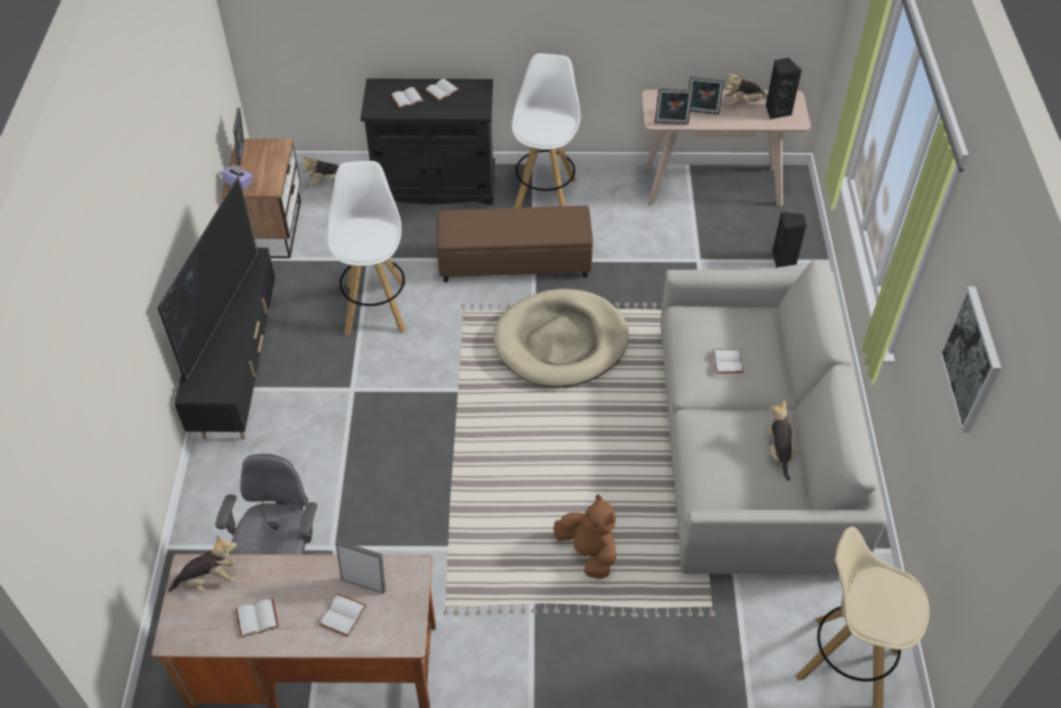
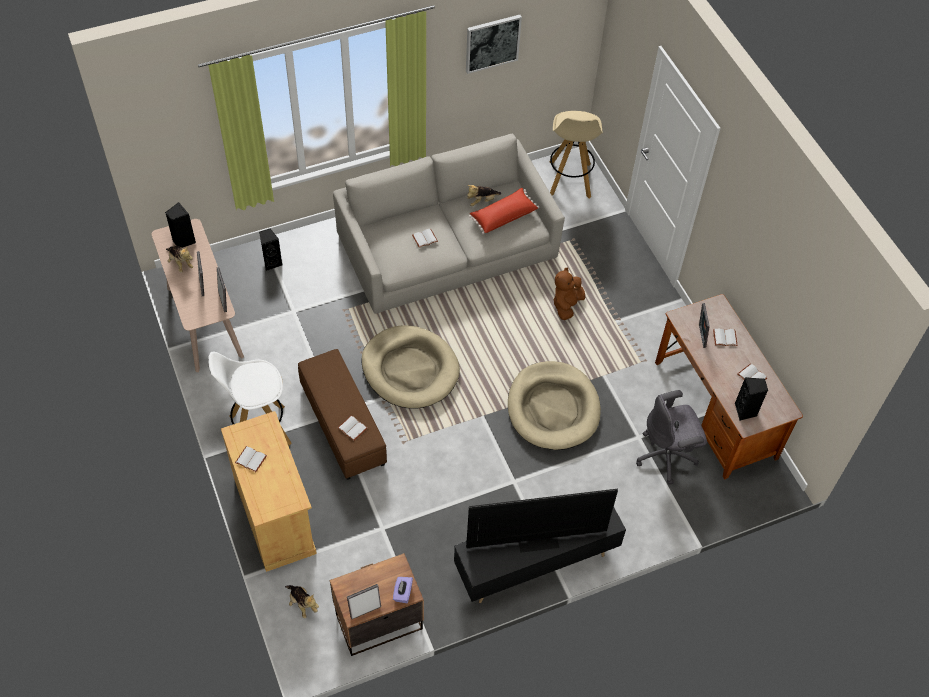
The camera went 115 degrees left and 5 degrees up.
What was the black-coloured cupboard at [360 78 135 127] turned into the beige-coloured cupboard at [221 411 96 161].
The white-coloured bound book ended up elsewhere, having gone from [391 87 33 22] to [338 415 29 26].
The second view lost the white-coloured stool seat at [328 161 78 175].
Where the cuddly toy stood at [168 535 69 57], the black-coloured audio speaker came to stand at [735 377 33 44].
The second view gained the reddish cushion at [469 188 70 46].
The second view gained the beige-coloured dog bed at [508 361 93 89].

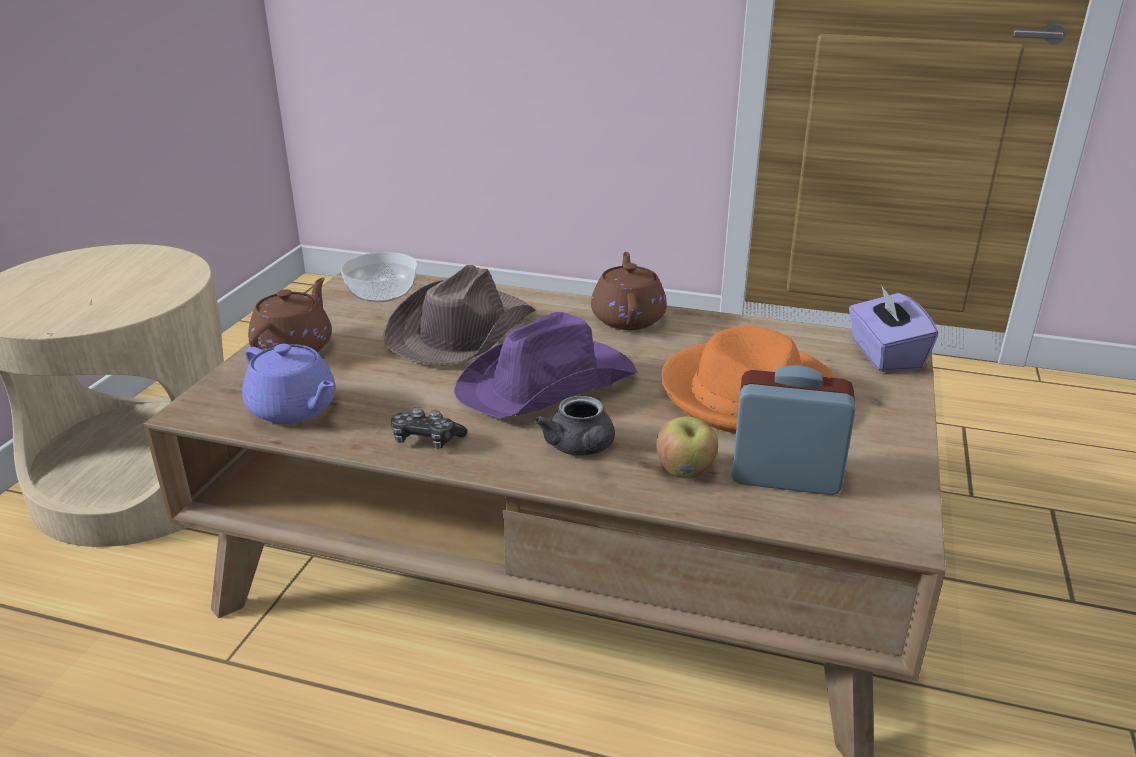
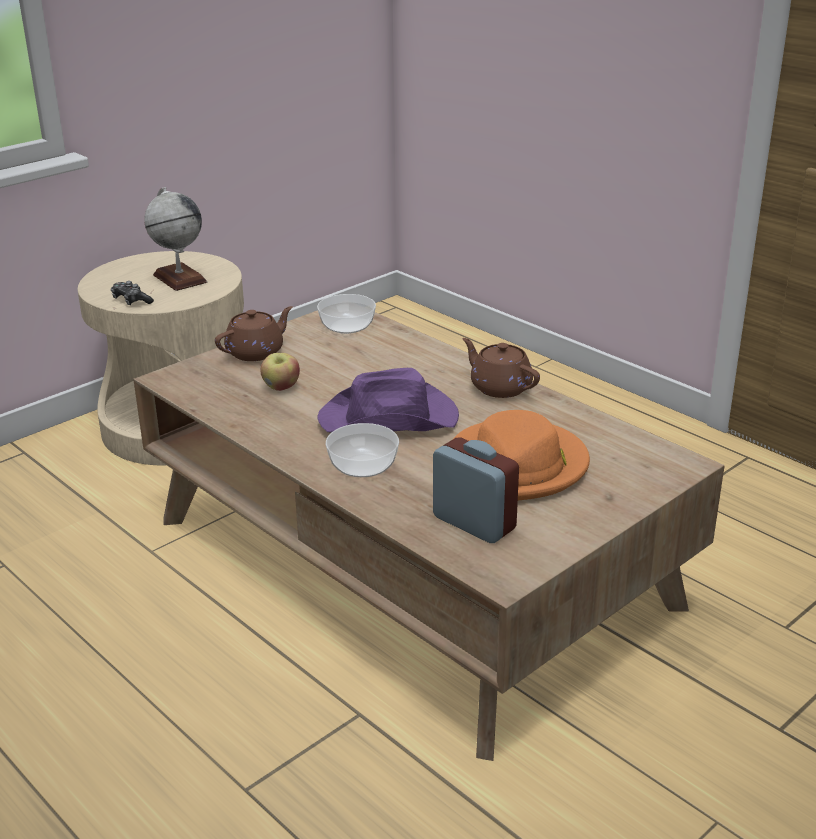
The camera went 30 degrees right and 0 degrees up.
The brown pot for tea at [591 252 76 78] ended up facing another way, 75 degrees counterclockwise from before.
The second view lost the brown clothing hat at [383 265 153 100].
The second view lost the purplish box of tissues at [849 285 89 87].
The second view lost the purplish pot for tea at [242 344 94 80].
Where the greyish pot for tea stood at [535 396 80 60], the deep dish came to stand at [326 423 73 54].
The game controller ended up elsewhere, having gone from [391 407 76 42] to [111 281 43 24].
The whole apple ended up elsewhere, having gone from [656 416 62 63] to [260 353 40 38].
The second view gained the world globe at [144 187 63 104].

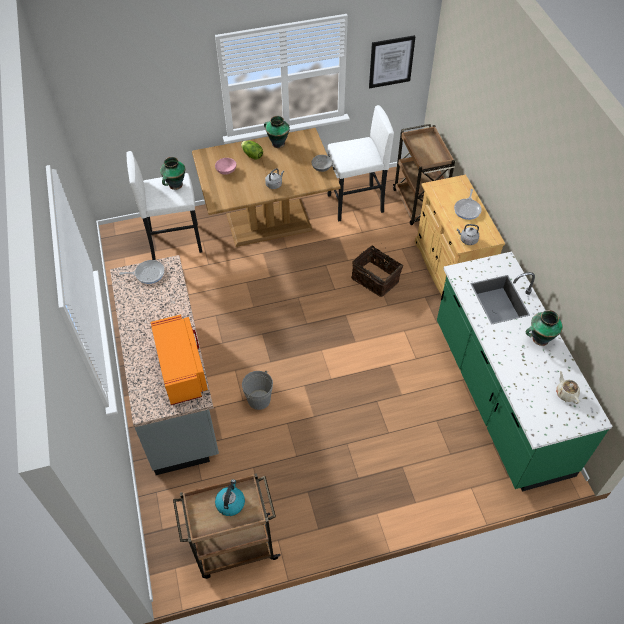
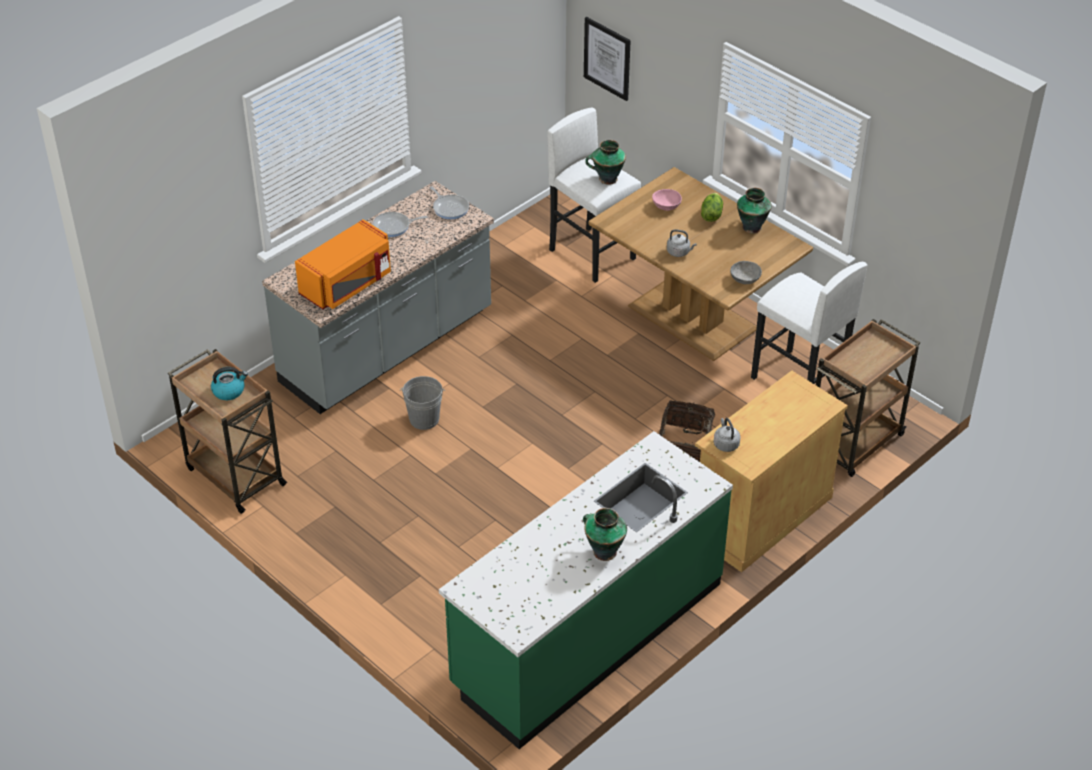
The camera went 60 degrees right and 10 degrees down.
The wall art ended up elsewhere, having gone from [369 35 47 53] to [584 17 47 84].
The skillet ended up elsewhere, having gone from [454 189 28 31] to [373 212 55 25].
The second view lost the beige-coloured pot for tea at [556 371 24 33].

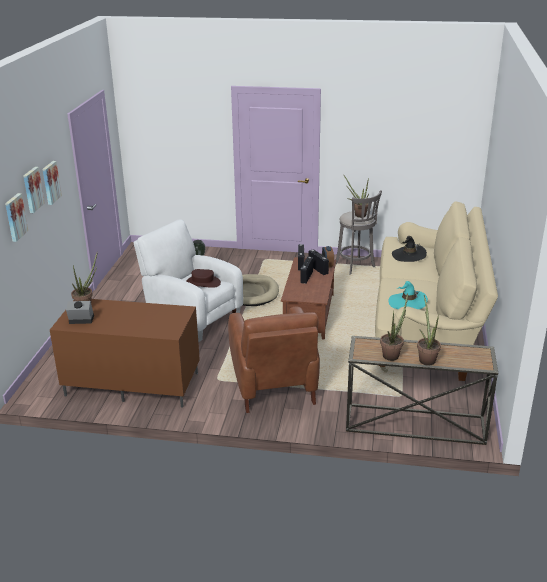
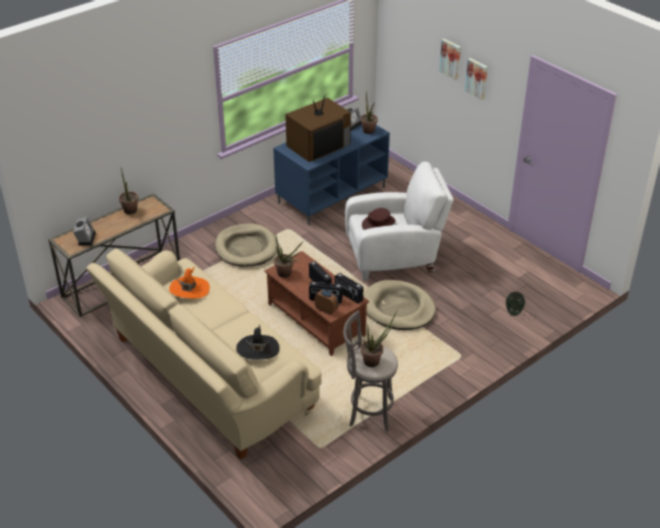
The camera went 130 degrees right and 10 degrees up.
The second view lost the wall art at [5 193 23 49].
What was the turquoise clothing hat at [388 281 40 28] turned into the orange clothing hat at [169 266 41 33].
The plant in a pot ended up elsewhere, having gone from [417 295 24 71] to [274 233 29 45].
What was the brown tv stand at [50 299 150 108] turned into the blue-coloured tv stand at [273 116 117 109].
Where the brown easy chair stood at [228 307 92 106], the beige-coloured dog bed came to stand at [215 224 63 43].
The second view gained the television at [285 95 66 67].
The second view gained the alarm clock at [73 217 23 29].

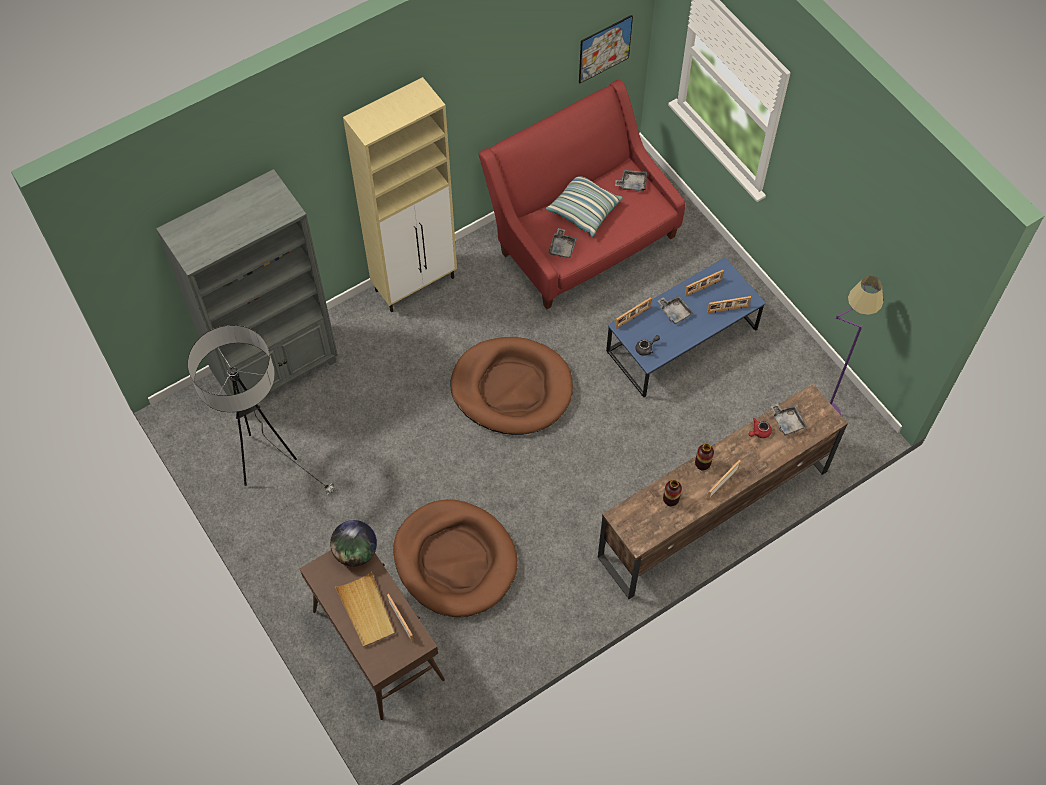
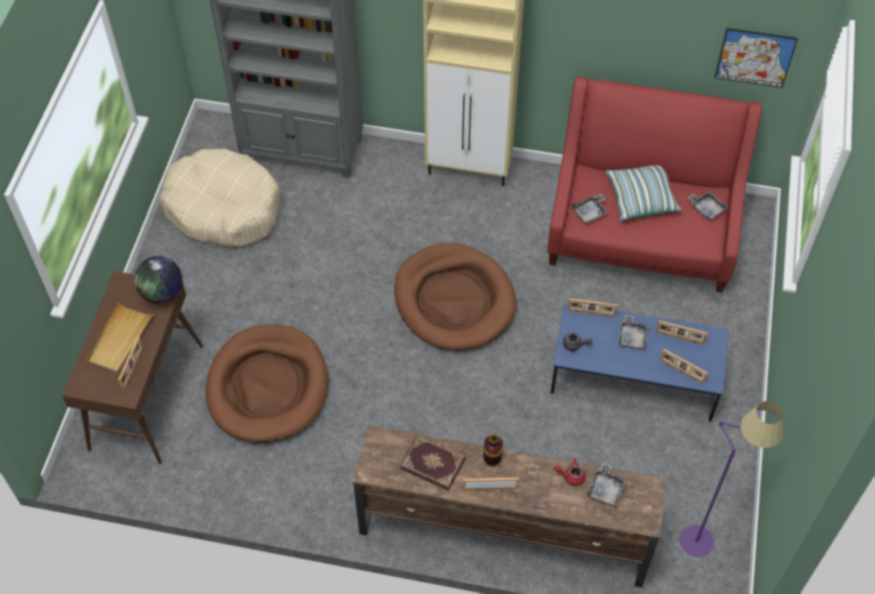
The camera went 45 degrees right and 5 degrees down.
Where the standing lamp stood at [187 325 149 170], the beige-coloured dog bed came to stand at [159 149 121 98].
Where the decorative vase stood at [663 480 19 26], the bound book came to stand at [400 436 66 55].

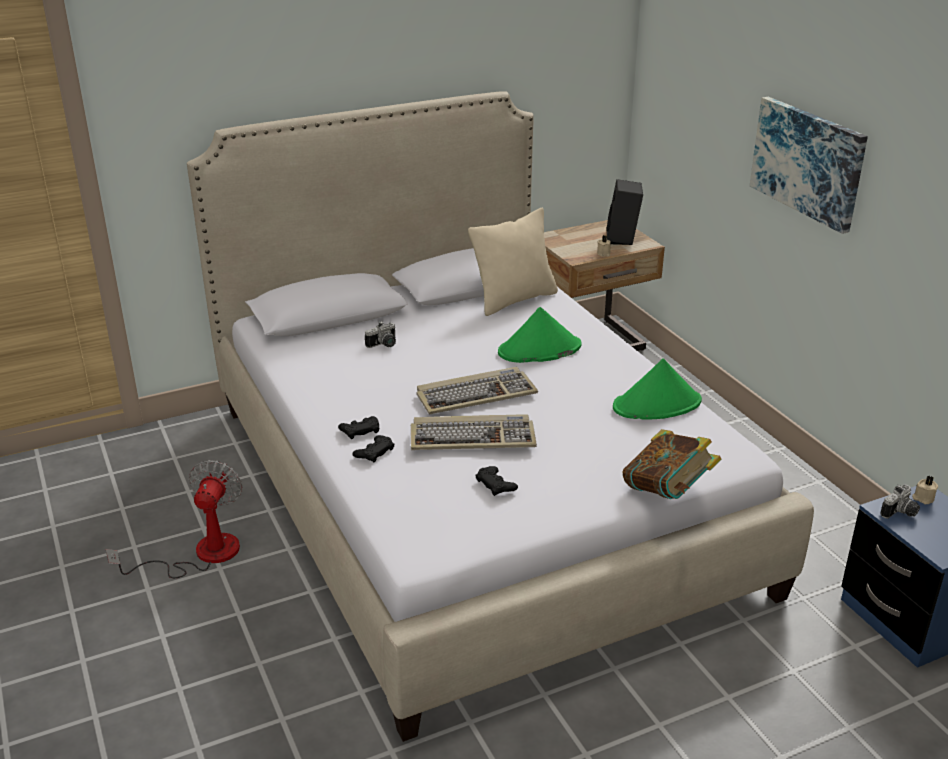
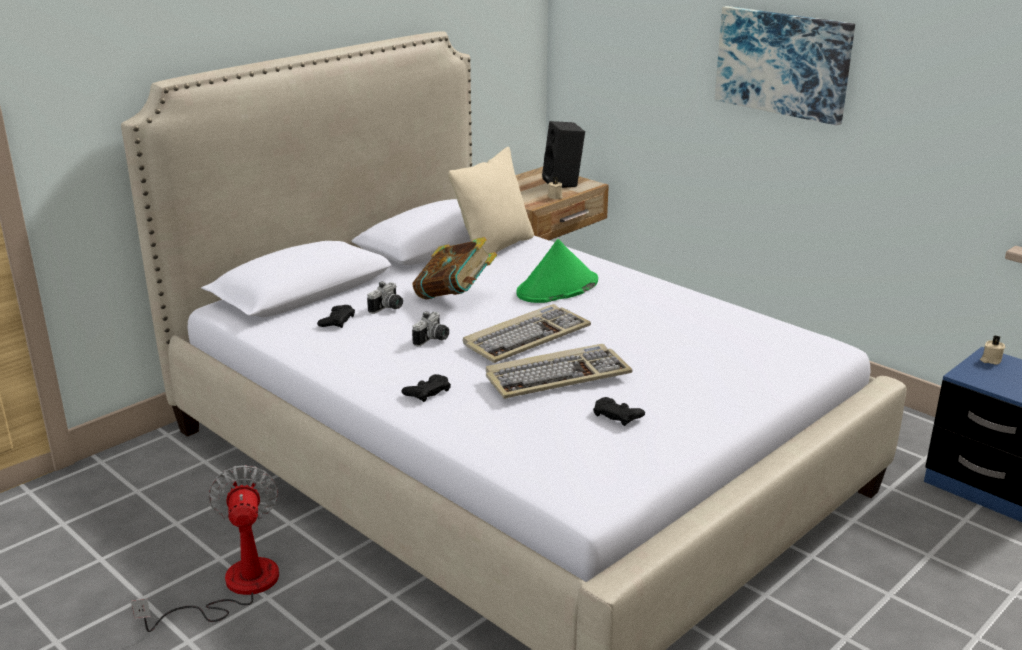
The camera went 20 degrees left and 5 degrees down.
The second view lost the greenish clothing hat at [613 359 89 61].
The bound book ended up elsewhere, having gone from [622 429 100 70] to [412 237 85 63].
The black-coloured game controller ended up elsewhere, having gone from [352 435 43 28] to [317 305 38 23].
The photo camera ended up elsewhere, having gone from [880 484 40 35] to [412 311 37 35].

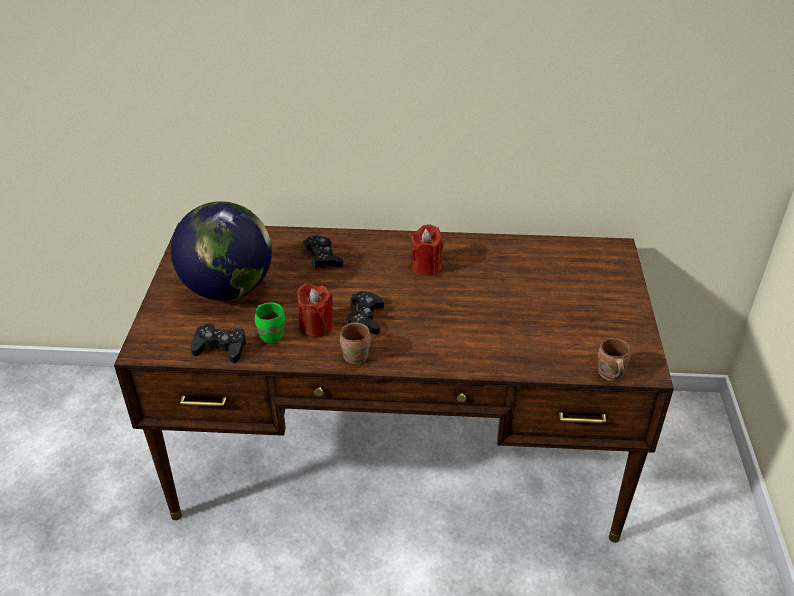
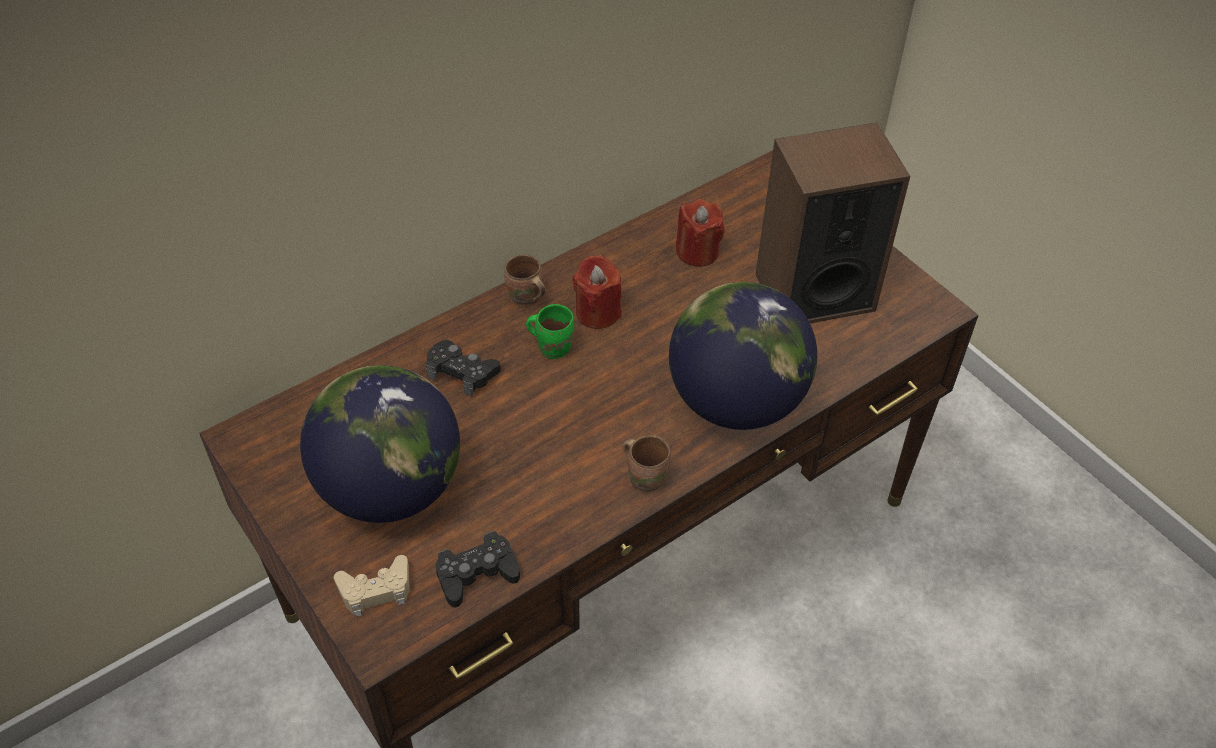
The camera went 40 degrees left and 10 degrees up.
The reddish wax light ended up elsewhere, having gone from [297 283 37 55] to [676 199 48 68].
The second view lost the black-coloured game controller at [346 291 38 43].
The greenish mug ended up elsewhere, having gone from [255 303 30 40] to [526 304 48 55].
The brown mug ended up elsewhere, having gone from [598 338 33 43] to [504 254 41 53].
The second view gained the audio speaker at [755 123 155 200].
The second view gained the world globe at [669 282 148 148].
The second view gained the beige-coloured game controller at [334 555 76 62].

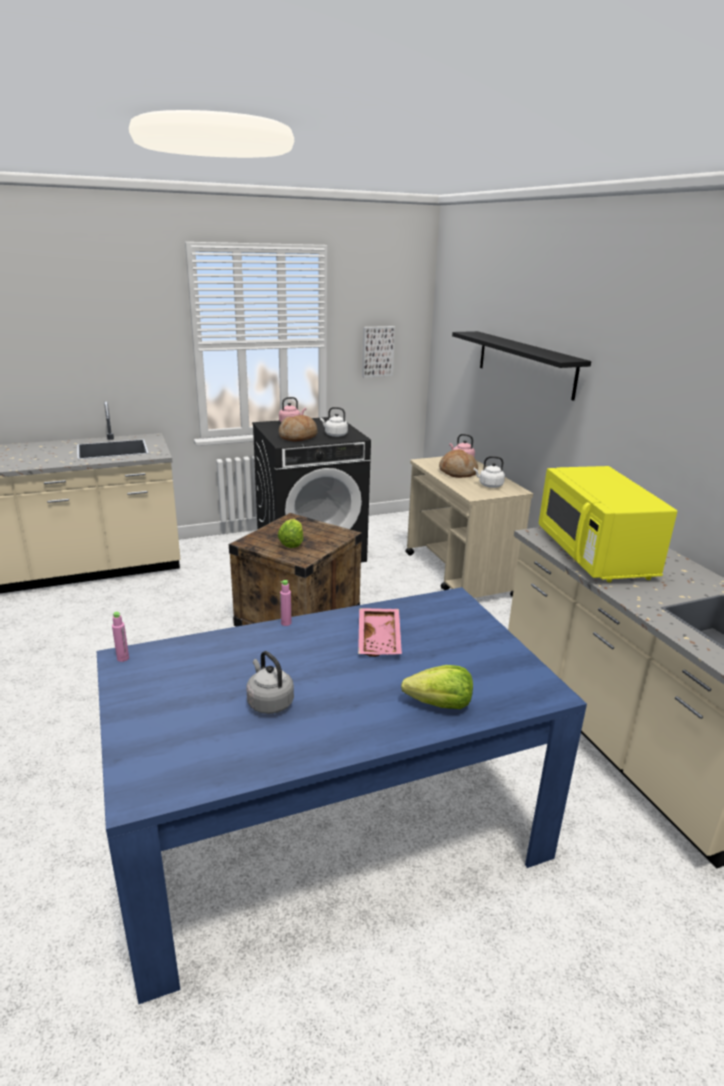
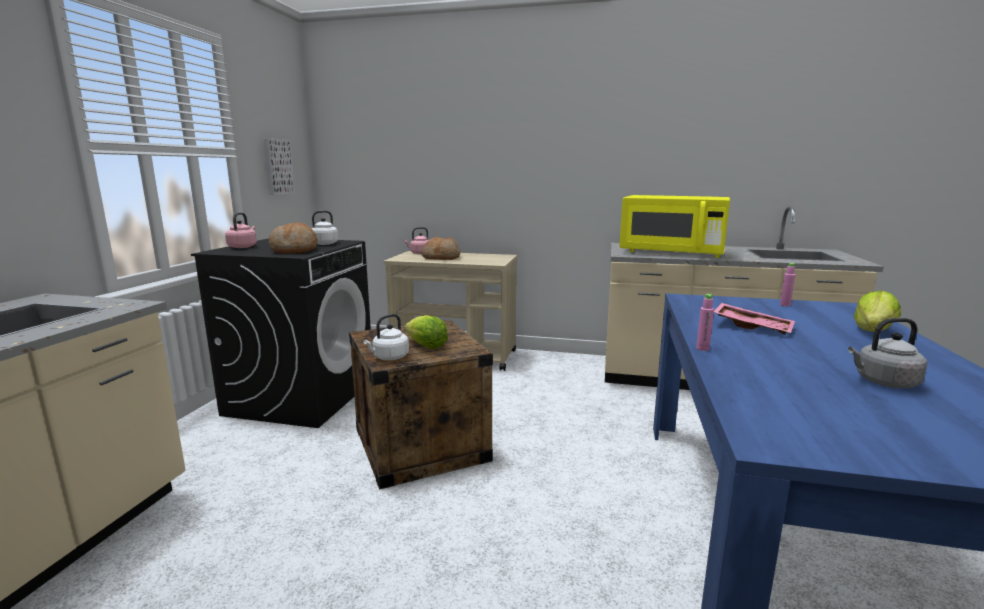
The camera went 55 degrees left and 10 degrees down.
The second view lost the black-coloured bracket shelf at [452 331 139 70].
The white-coloured water kettle ended up elsewhere, having gone from [474 456 31 32] to [363 314 46 46].
The pink beverage bottle ended up elsewhere, having gone from [112 612 17 50] to [780 263 15 43].

